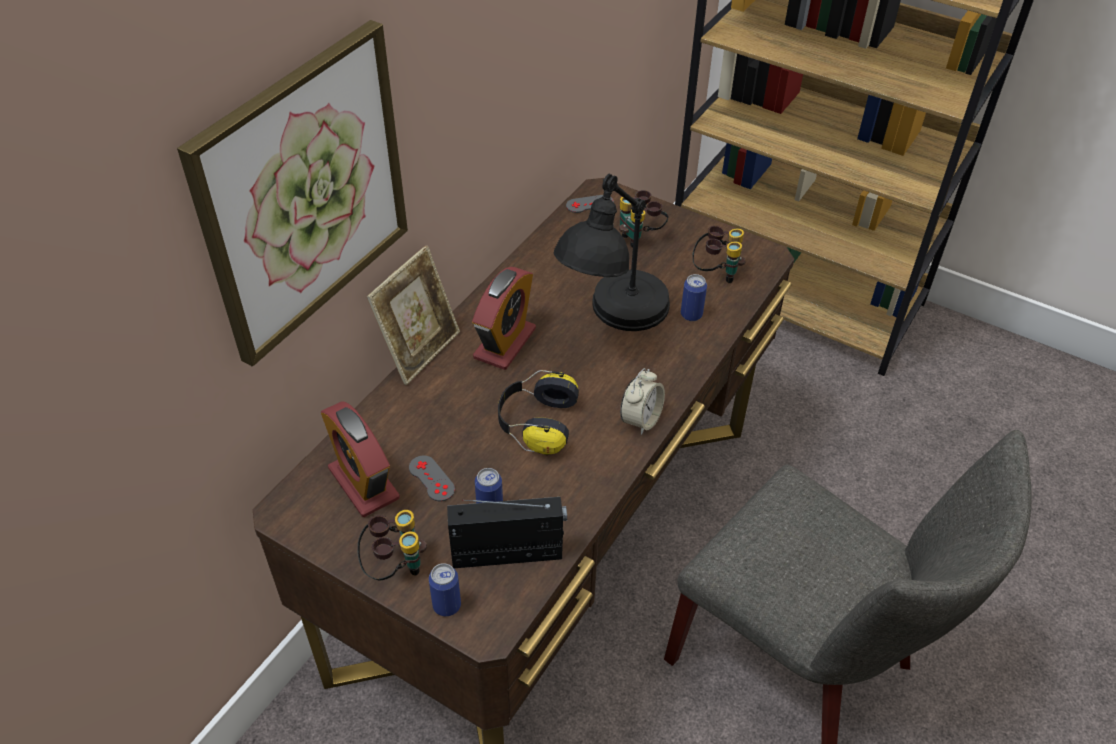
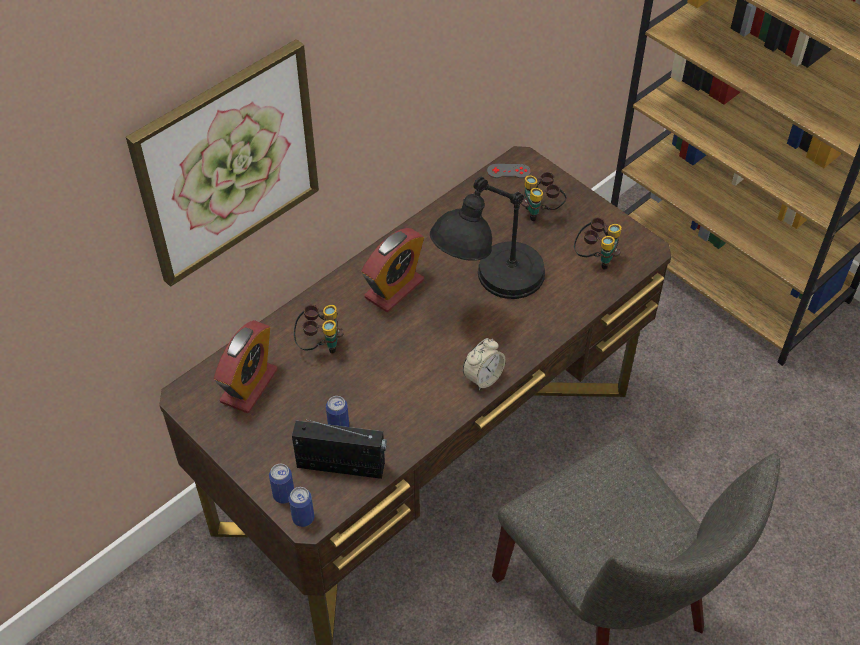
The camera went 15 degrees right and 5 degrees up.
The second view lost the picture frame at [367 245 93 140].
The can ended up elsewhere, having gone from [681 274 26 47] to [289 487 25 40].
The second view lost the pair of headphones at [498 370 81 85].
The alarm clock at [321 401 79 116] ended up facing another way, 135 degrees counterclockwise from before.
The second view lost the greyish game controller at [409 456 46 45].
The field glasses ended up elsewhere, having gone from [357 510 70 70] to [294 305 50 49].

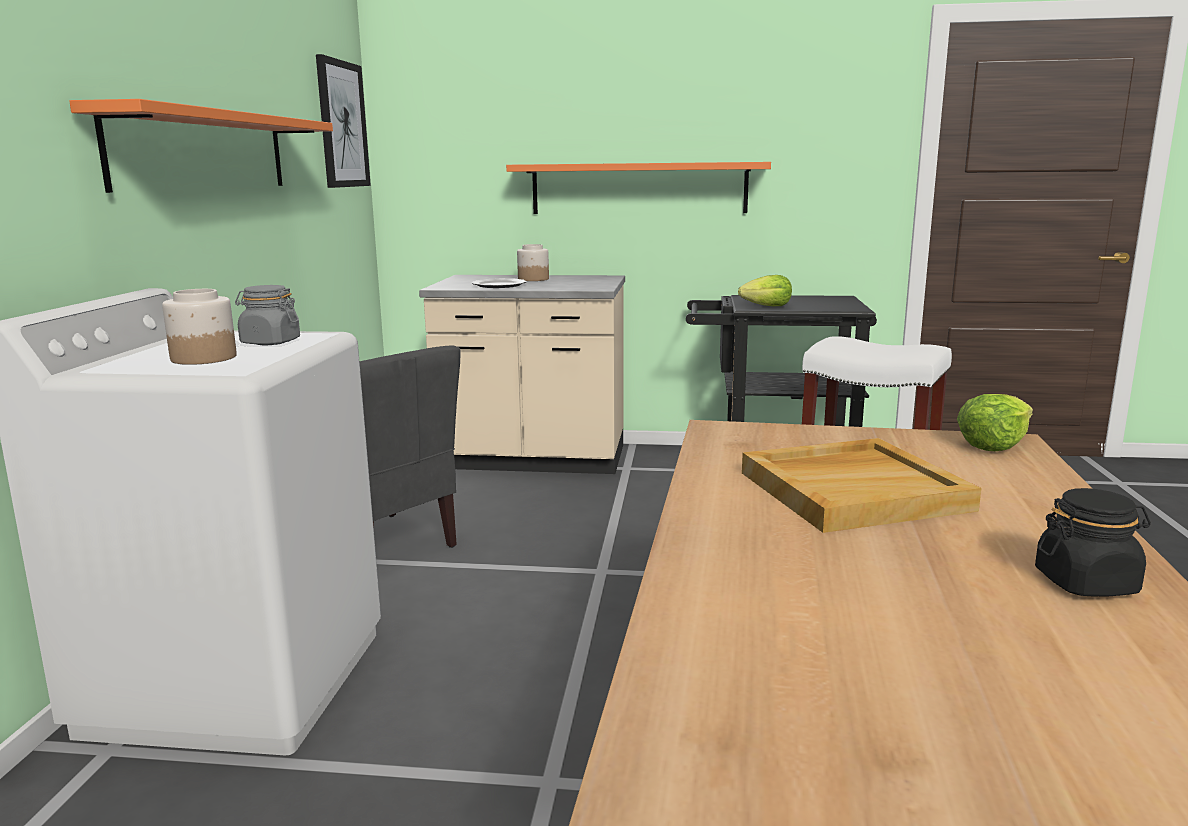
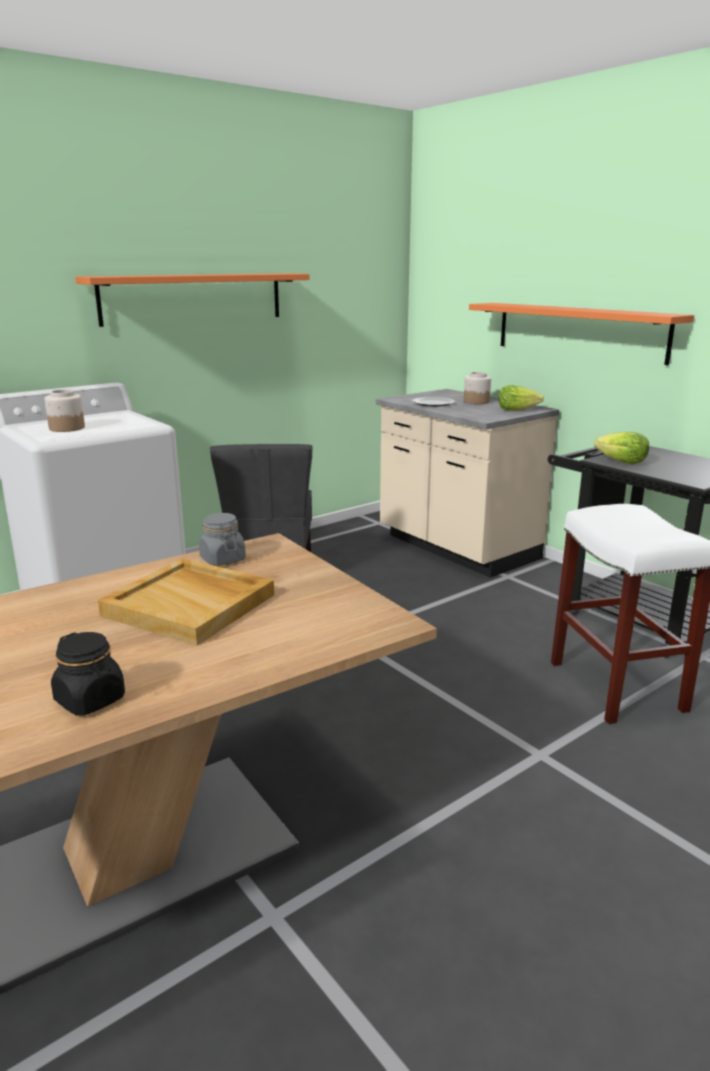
The camera went 45 degrees right and 5 degrees up.
The second view lost the wall art at [316 54 55 134].
The greyish storage jar ended up elsewhere, having gone from [235 285 65 60] to [199 513 47 53].
The head of lettuce ended up elsewhere, having gone from [957 394 76 57] to [499 385 45 25].

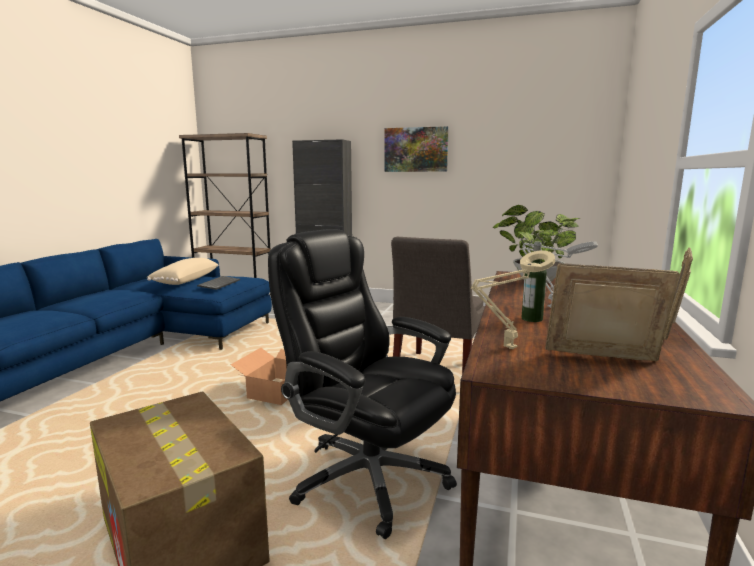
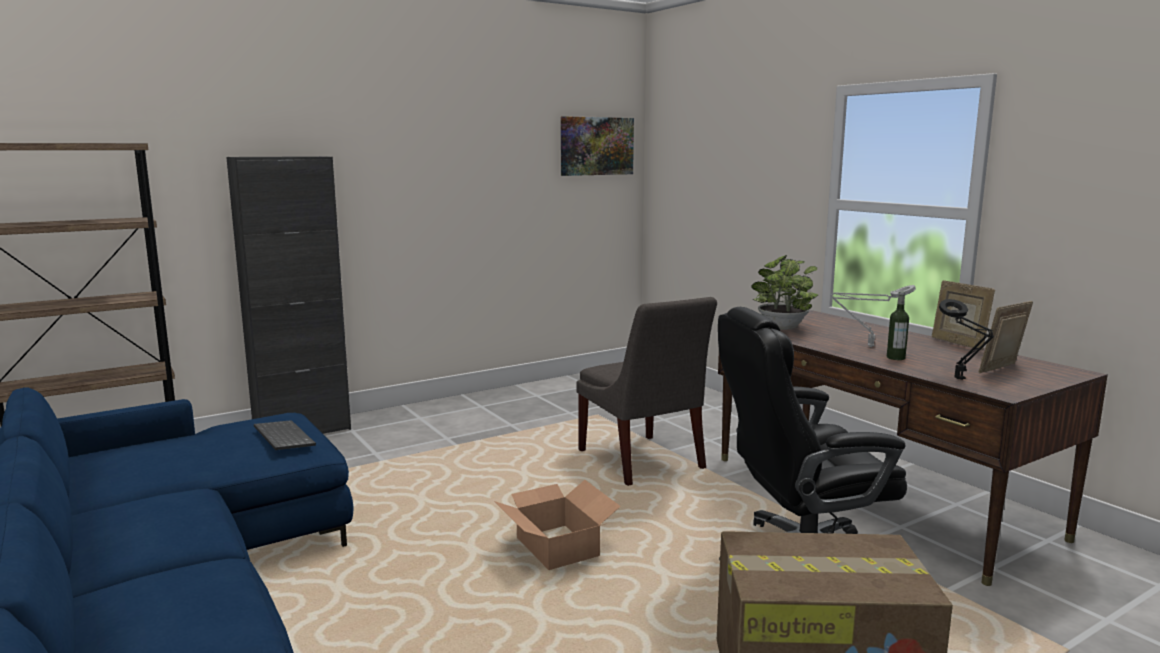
The camera went 50 degrees left and 0 degrees up.
The wall art ended up elsewhere, having gone from [384 126 65 46] to [561 116 73 60].
What was the beige-coloured table lamp at [470 250 85 99] turned into the black-coloured table lamp at [939 299 55 81].
The second view lost the beige-coloured cushion at [147 258 71 27].

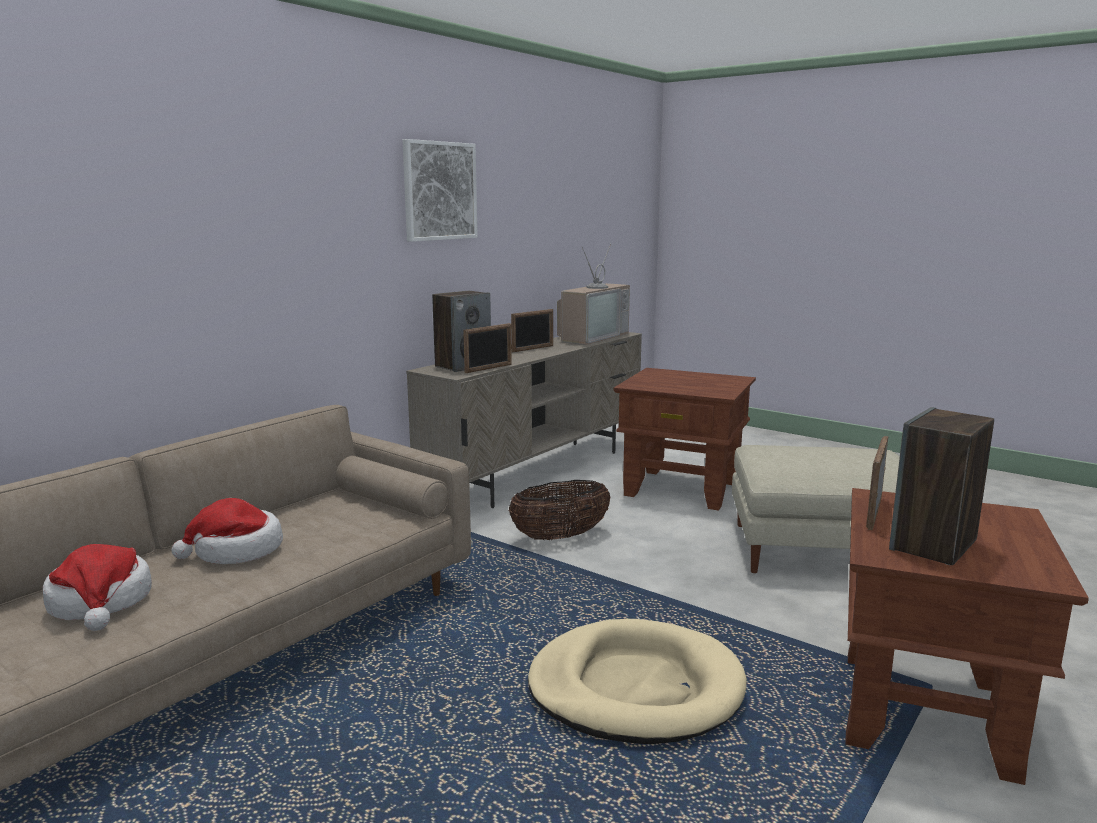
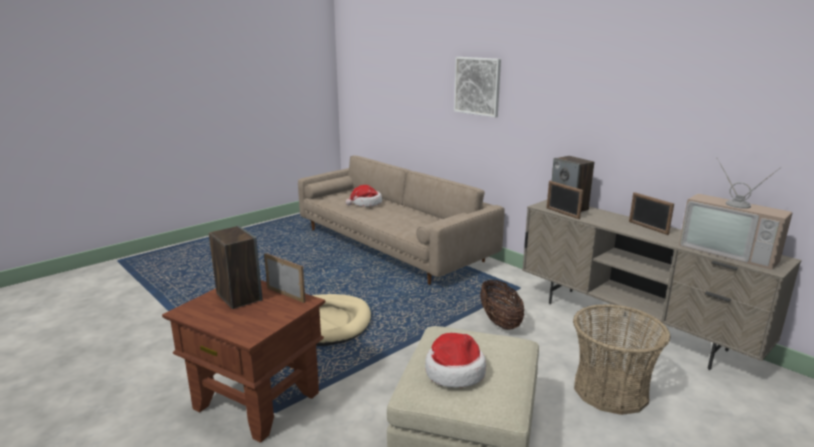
The camera went 100 degrees right and 5 degrees up.
The wall art ended up elsewhere, having gone from [402 139 76 103] to [454 57 47 60].
Where the brown side table stood at [613 368 143 143], the basket came to stand at [573 304 98 111].
The clothing hat ended up elsewhere, having gone from [171 498 112 66] to [425 333 61 55].

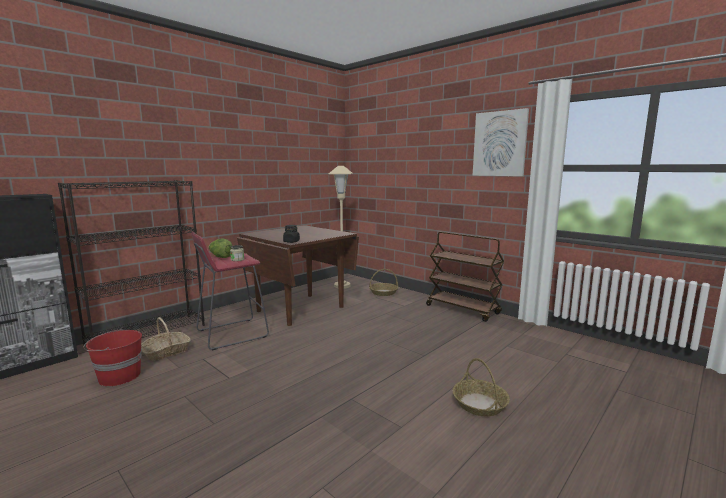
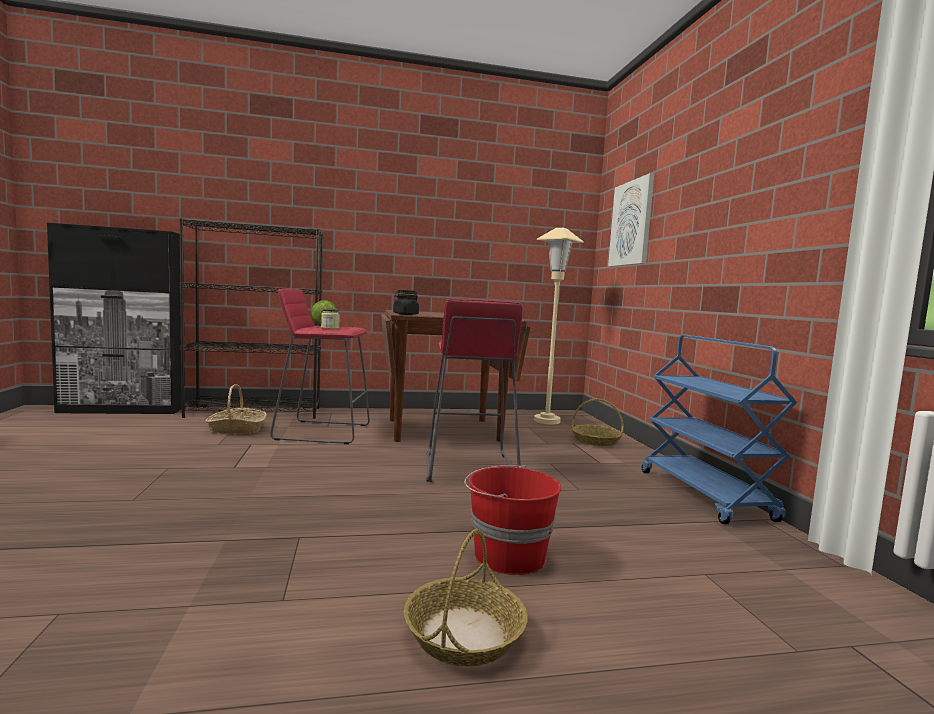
The camera went 35 degrees right and 5 degrees down.
The wall art ended up elsewhere, having gone from [473 108 56 68] to [608 173 46 94].
What was the brown wheeled cart at [426 232 78 90] turned into the blue-coloured wheeled cart at [642 335 156 189].
The reddish pail ended up elsewhere, having gone from [83 329 59 57] to [464 465 97 110].
The second view gained the reddish stool seat at [426 299 97 183].

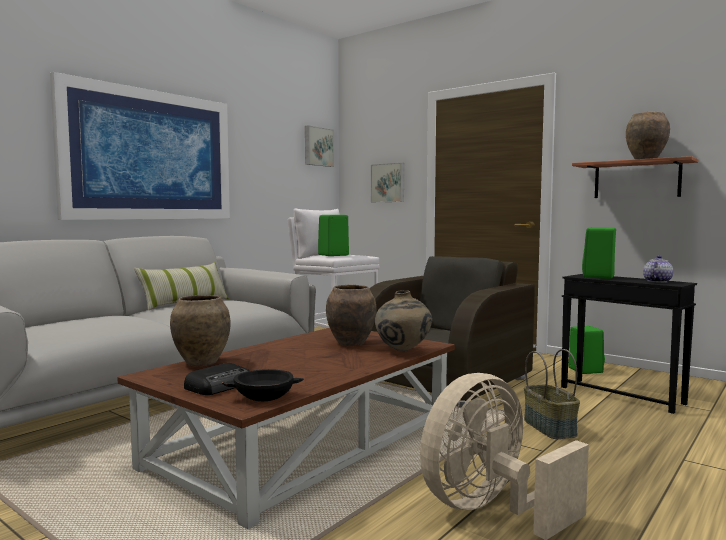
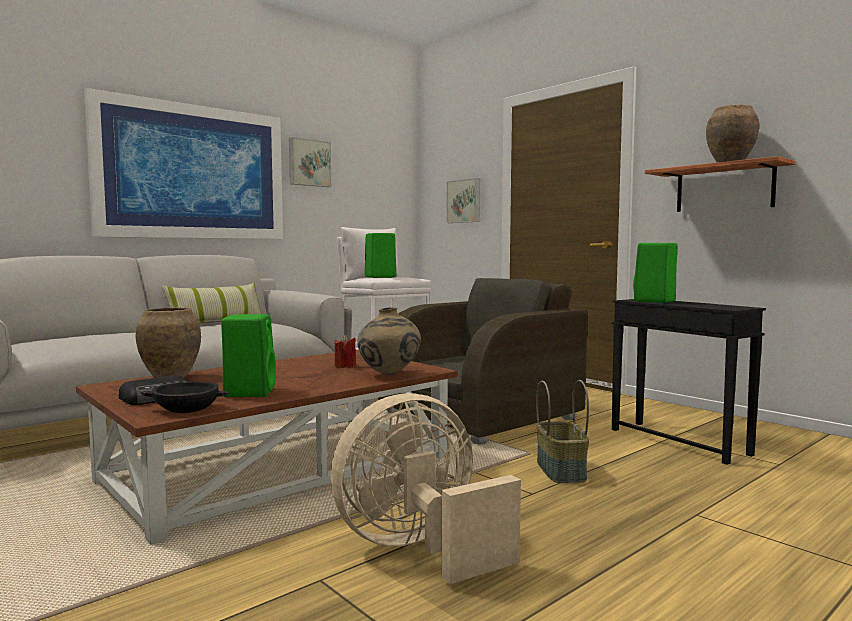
The camera went 10 degrees right and 0 degrees up.
The wall art ended up elsewhere, having gone from [305 125 29 42] to [289 137 43 50].
The second view lost the pot for tea at [643 255 30 28].
Where the brown decorative vase stood at [326 285 51 61], the reddish wax light came to stand at [335 335 21 33].
The greenish audio speaker ended up elsewhere, having gone from [568 326 37 48] to [221 314 55 83].

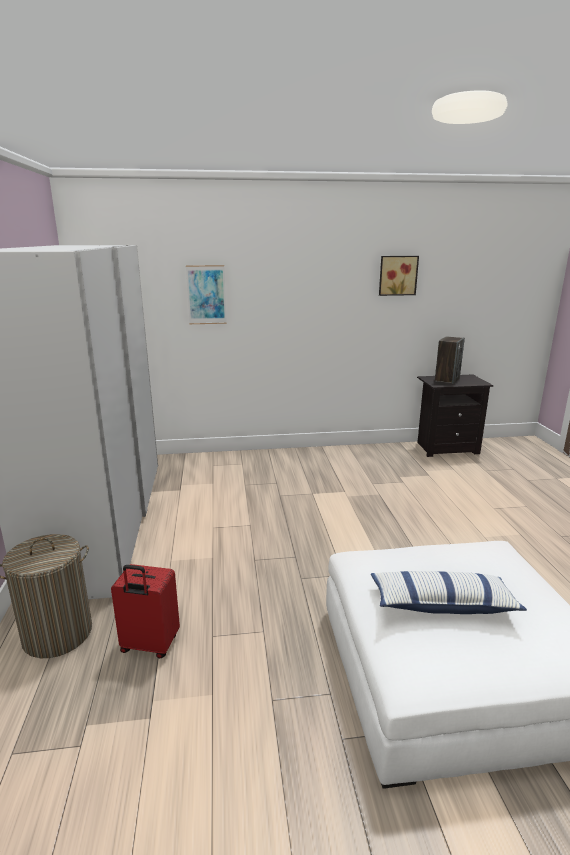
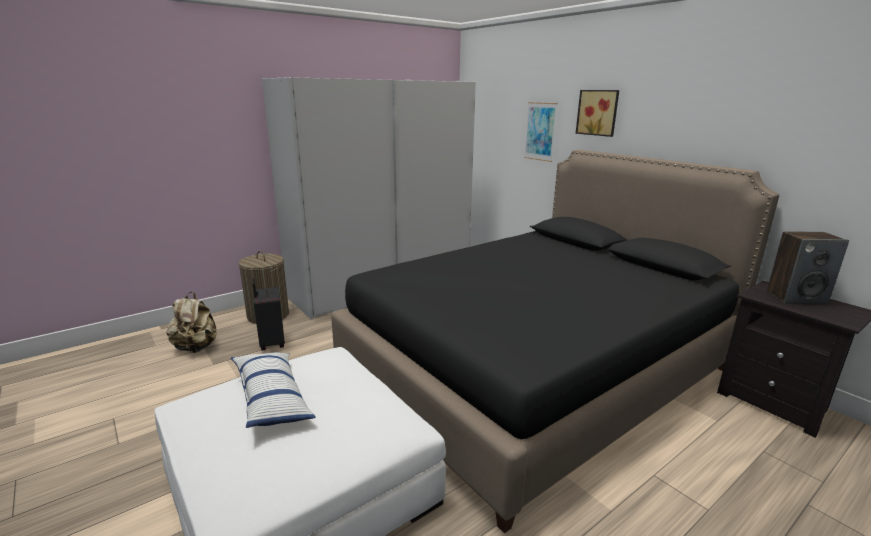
The camera went 60 degrees right and 0 degrees up.
The wall art ended up elsewhere, having gone from [379 256 40 40] to [576 90 43 47].
What was the reddish suitcase at [111 564 69 94] turned into the black-coloured suitcase at [252 278 33 72].
The second view gained the black-coloured bed at [331 150 448 384].
The second view gained the beige-coloured backpack at [167 291 50 62].

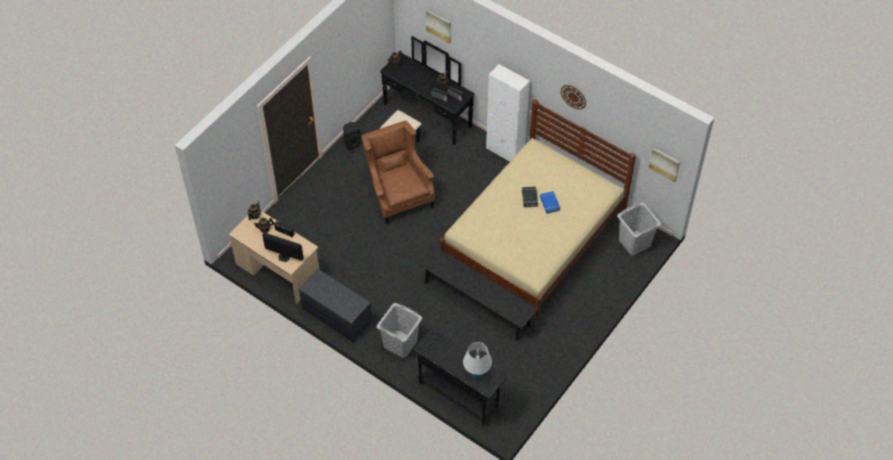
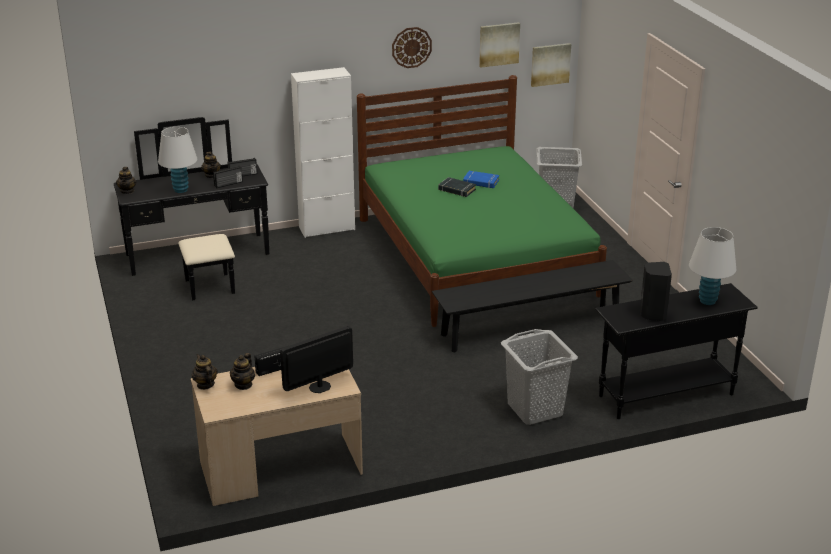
The camera went 55 degrees left and 25 degrees down.
The wall art ended up elsewhere, having gone from [426 9 25 35] to [479 22 41 45].
What was the beige-coloured bed at [440 99 196 220] turned into the greenish bed at [357 75 250 252].
The second view lost the brown easy chair at [362 120 73 105].
The black-coloured audio speaker ended up elsewhere, having gone from [343 122 18 29] to [640 262 32 59].
The second view lost the greyish long seat at [299 269 73 73].
The second view gained the white-coloured table lamp at [158 127 39 66].

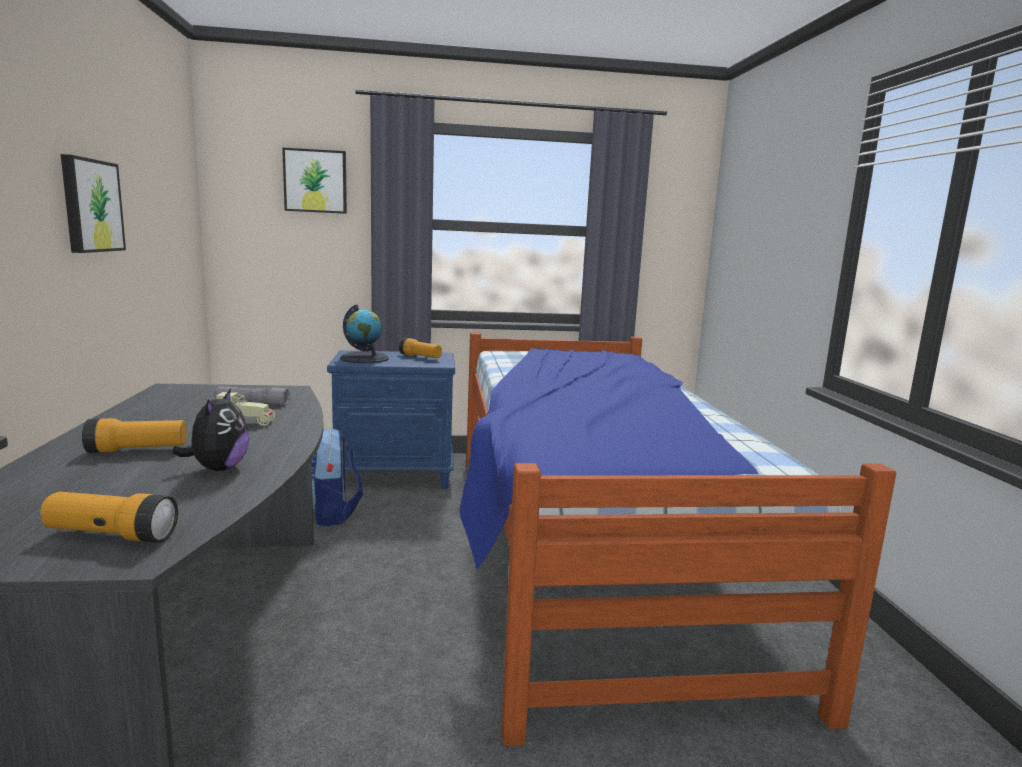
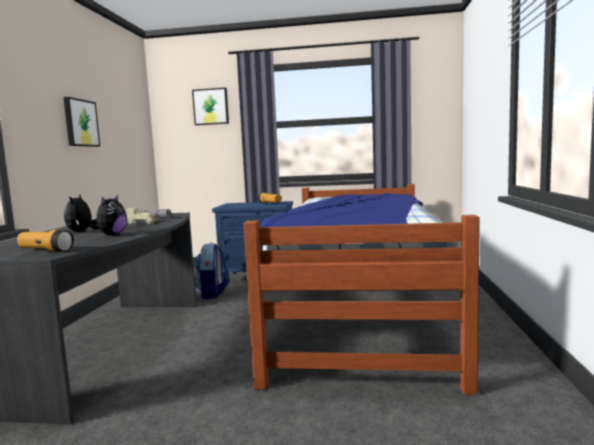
The camera went 15 degrees right and 5 degrees down.
The second view lost the world globe at [340 304 49 59].
Where the hand torch stood at [82 418 105 35], the cuddly toy came to stand at [64 195 33 37].

